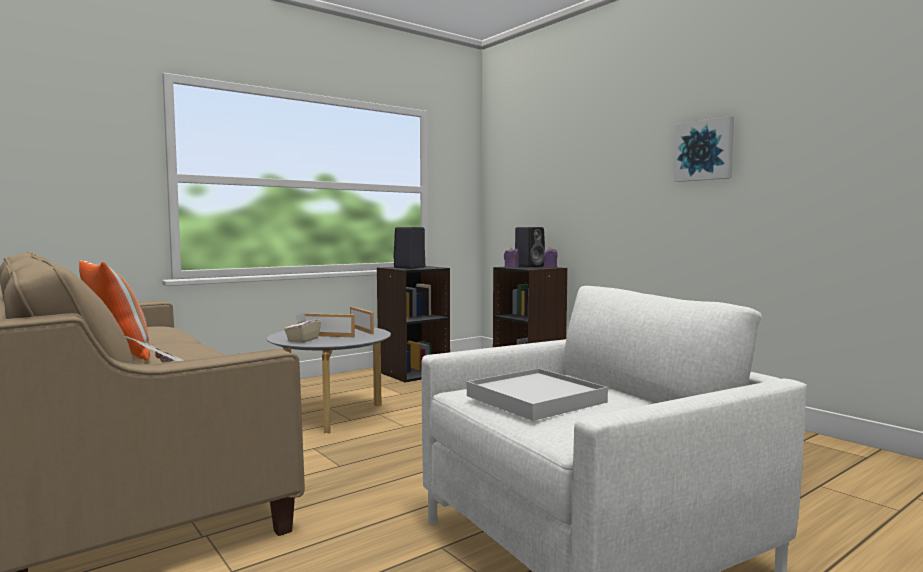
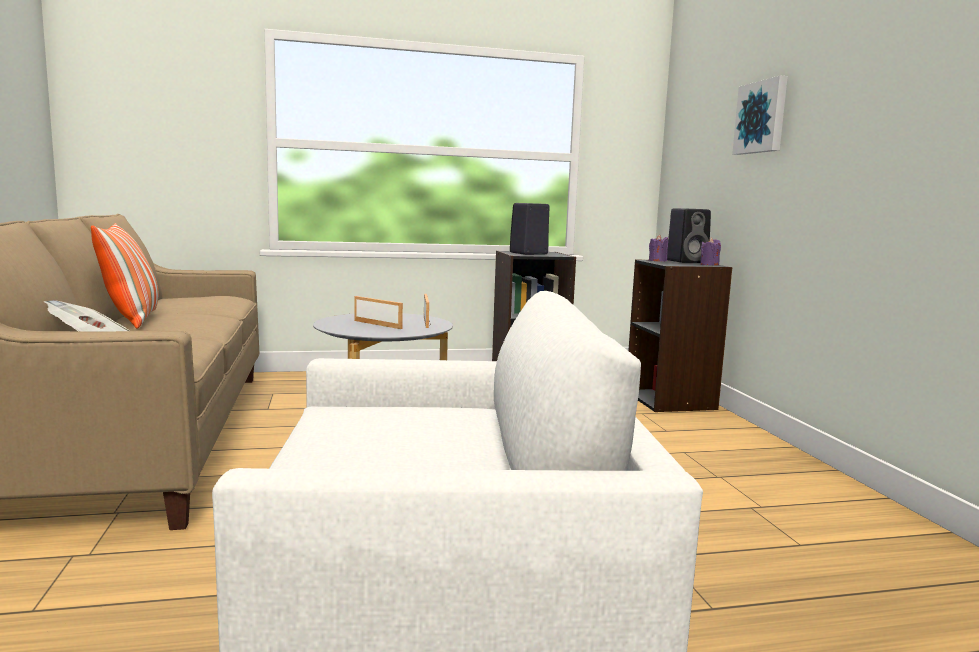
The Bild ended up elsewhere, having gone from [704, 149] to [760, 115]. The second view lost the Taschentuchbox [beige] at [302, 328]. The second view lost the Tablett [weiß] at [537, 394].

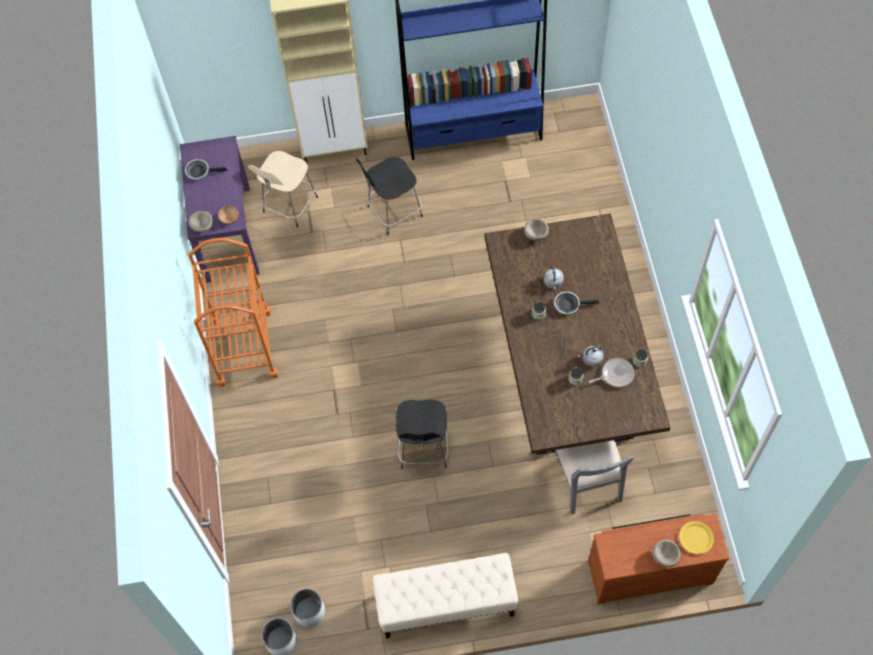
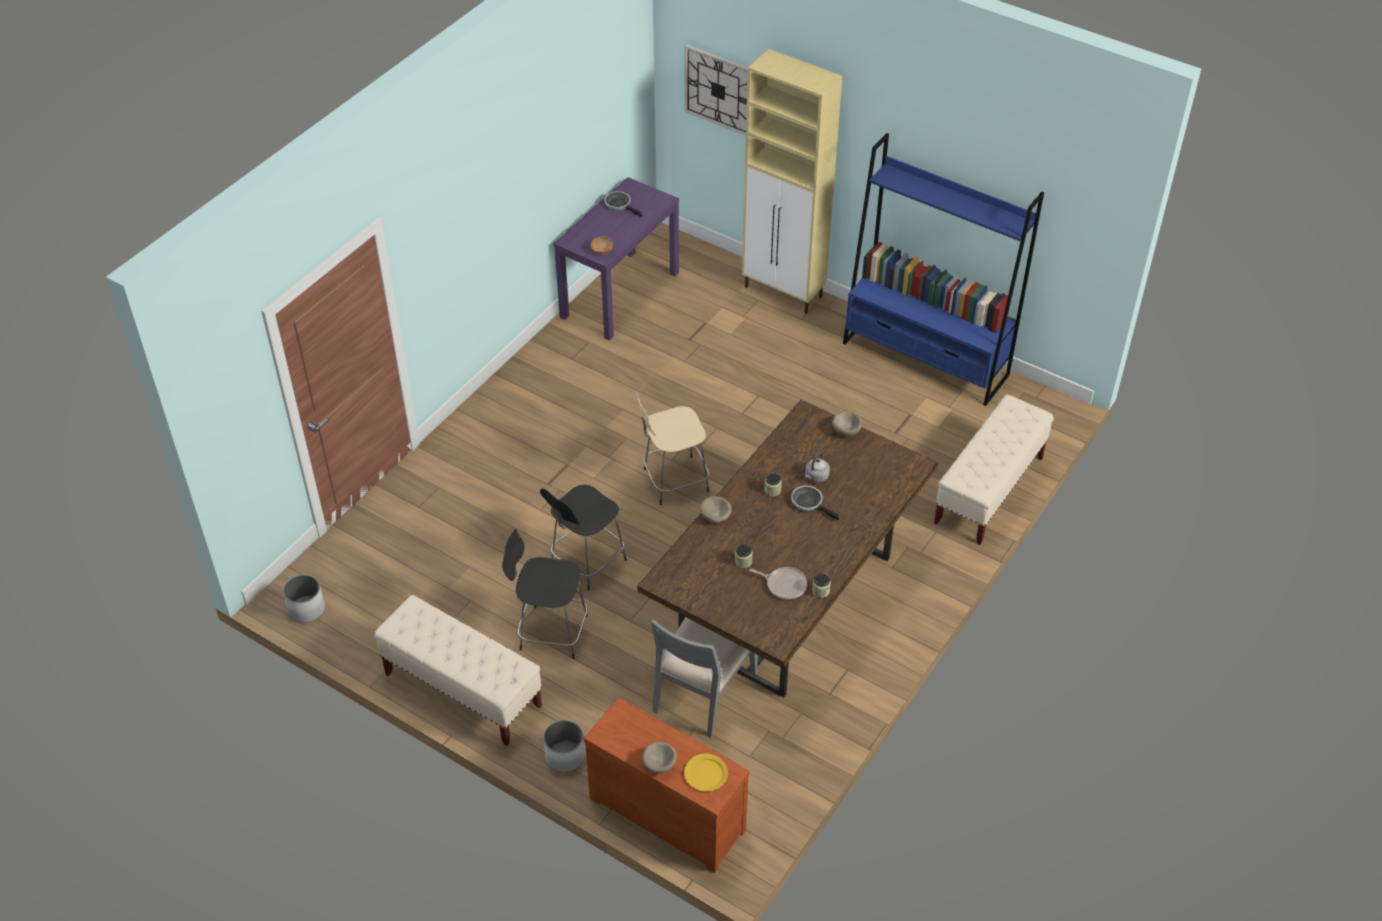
The Hocker [schwarz] ended up elsewhere, having gone from [389, 196] to [545, 594]. The Pflanzkübel [weiß] ended up elsewhere, having gone from [307, 608] to [564, 746]. The Hocker [beige] ended up elsewhere, having gone from [283, 189] to [672, 448]. The second view gained the Wanduhr at [716, 90]. The Schüssel [beige] ended up elsewhere, having gone from [200, 221] to [716, 509]. The second view gained the Bank [beige] at [994, 470]. The second view lost the Rollwagen [orange] at [233, 312]. The second view lost the Wasserkessel [grau] at [590, 356].

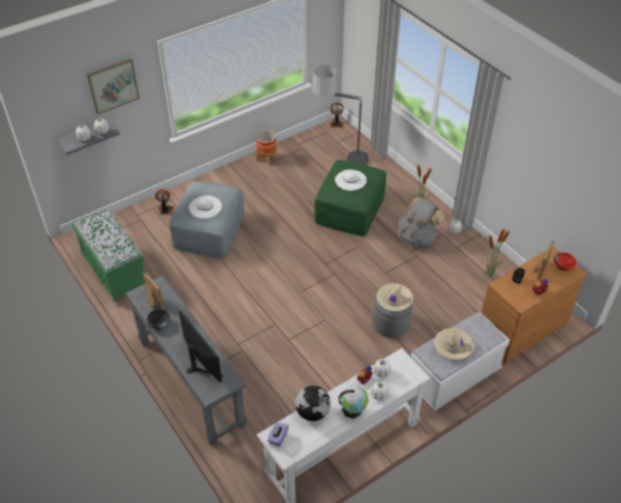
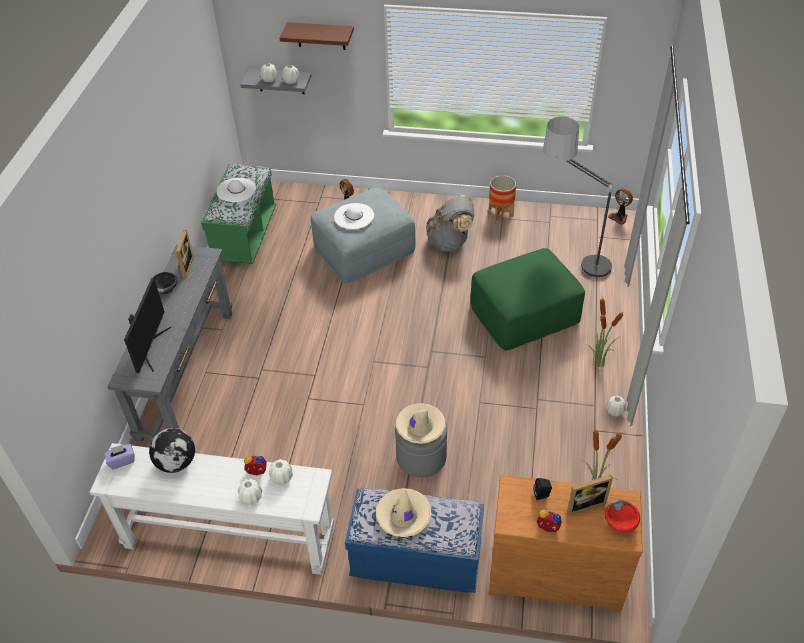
The Hut [weiß] ended up elsewhere, having gone from [351, 180] to [236, 190]. Where the Bild hung at [113, 86], the Wandregal [braun] came to hang at [316, 36]. What was the Bank [weiß] at [460, 361] turned into the Bank [blau] at [414, 540]. The Rucksack [grau] ended up elsewhere, having gone from [421, 222] to [450, 223]. The second view lost the Globus at [353, 402].

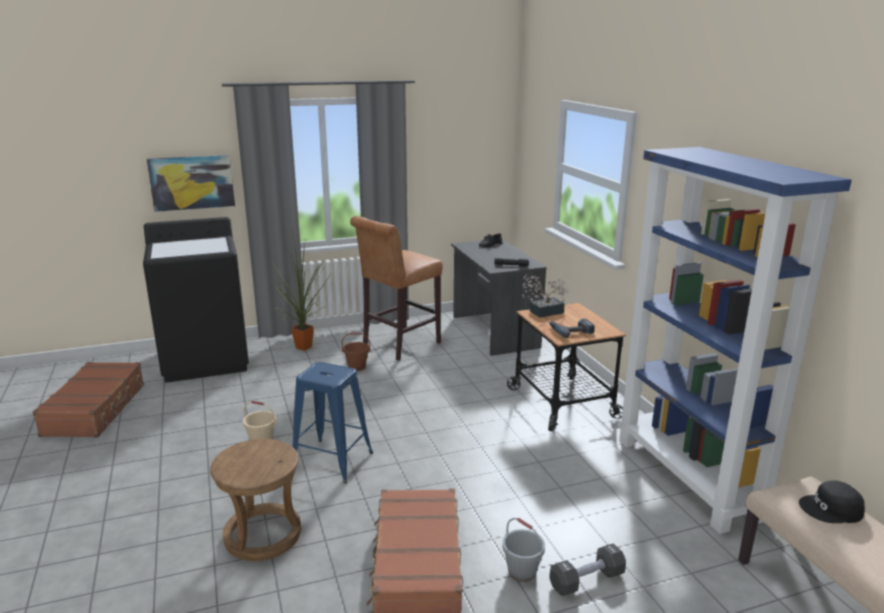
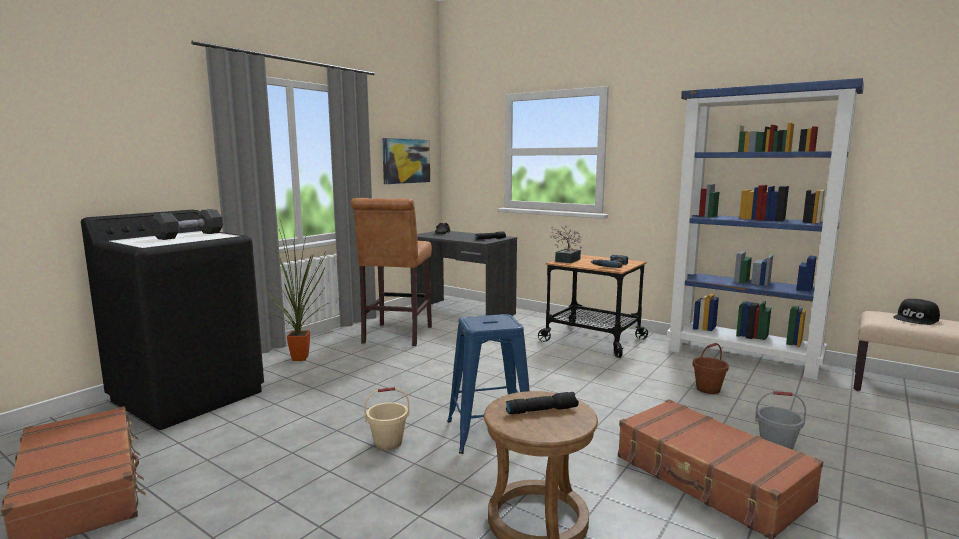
The Hantel [schwarz] ended up elsewhere, having gone from [587, 570] to [186, 224]. The Bild ended up elsewhere, having gone from [191, 183] to [406, 161]. The second view gained the Taschenlampe [schwarz] at [542, 403]. The Eimer [braun] ended up elsewhere, having gone from [356, 352] to [711, 368].

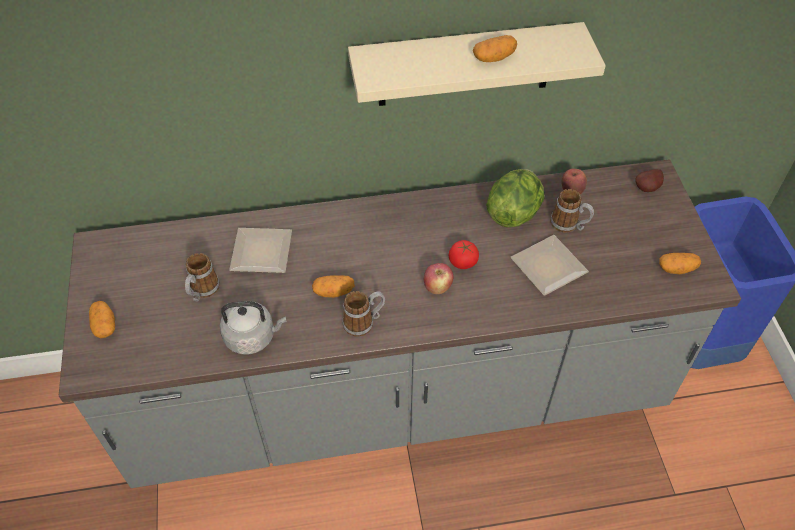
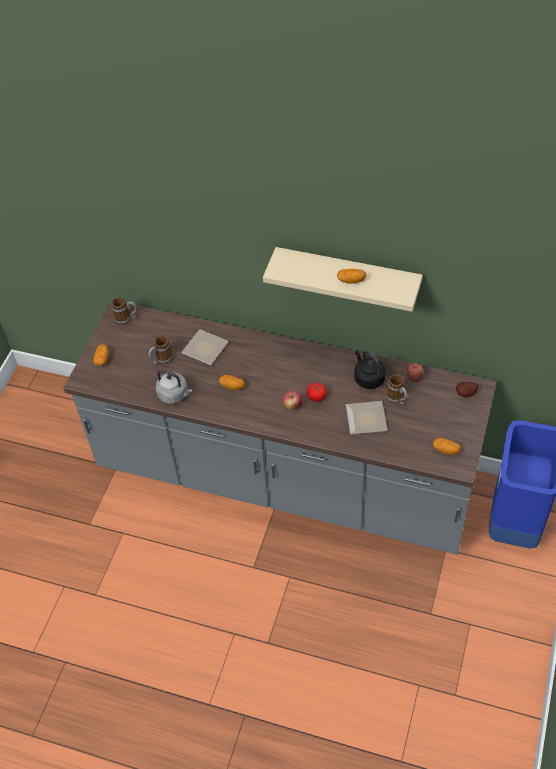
The Henkelbecher ended up elsewhere, having gone from [364, 314] to [124, 311]. Where the Salatkopf stood at [515, 198], the Wasserkessel [schwarz] came to stand at [370, 369].

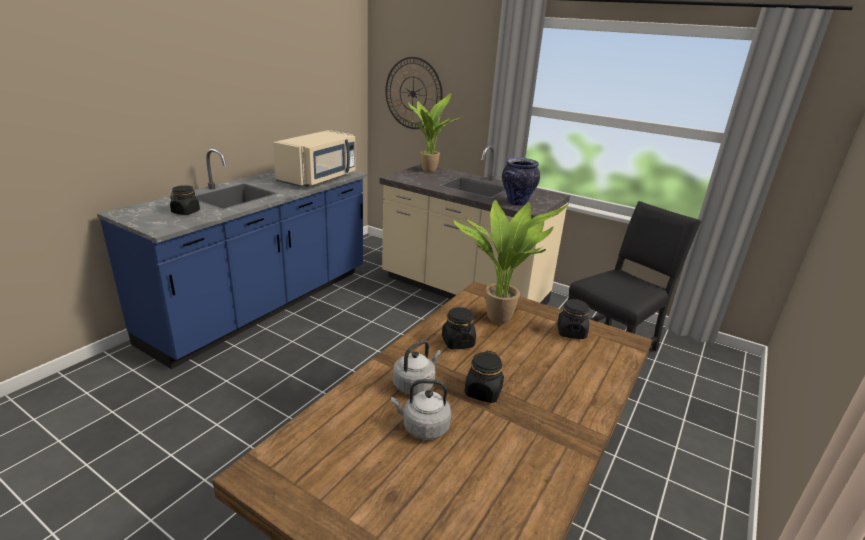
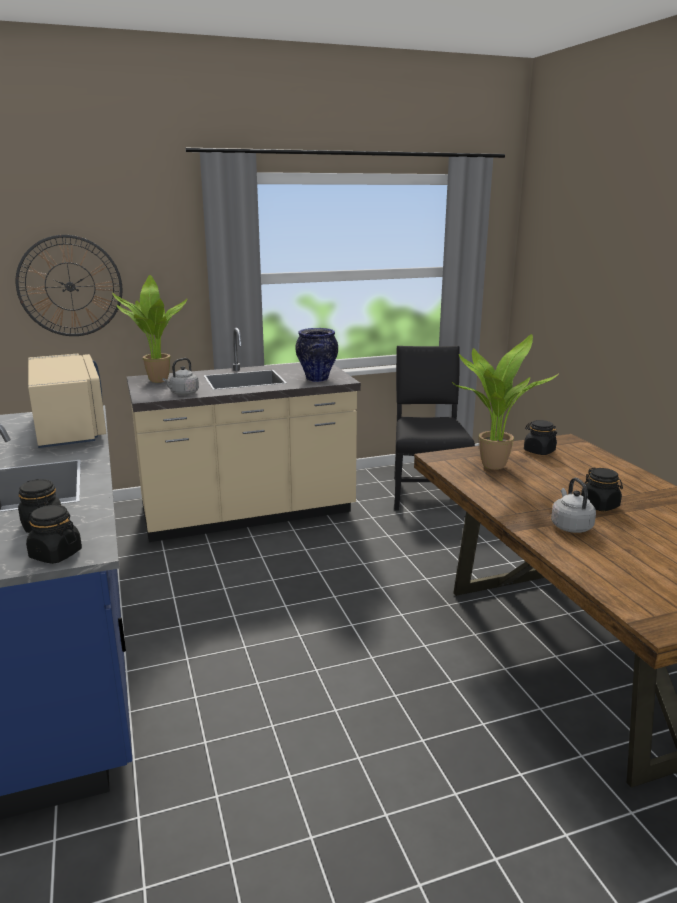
The Vorratsglas [schwarz] ended up elsewhere, having gone from [459, 328] to [54, 534]. The Wasserkessel [grau] ended up elsewhere, having gone from [421, 409] to [181, 376].

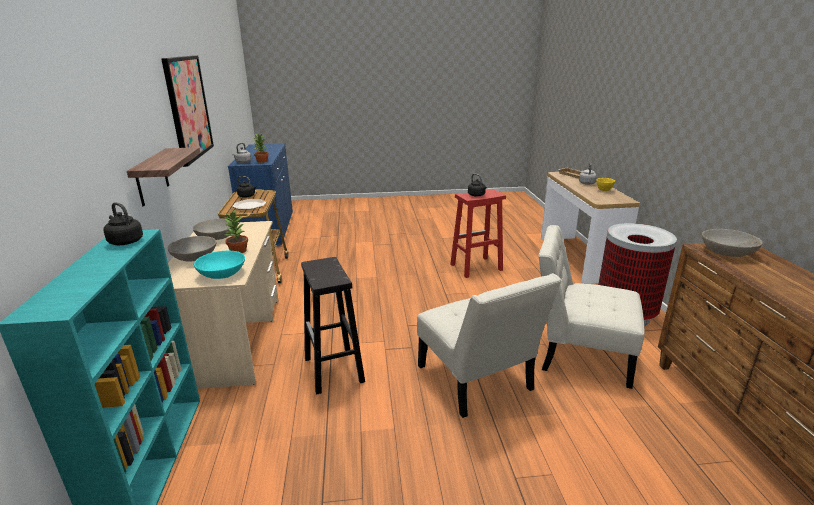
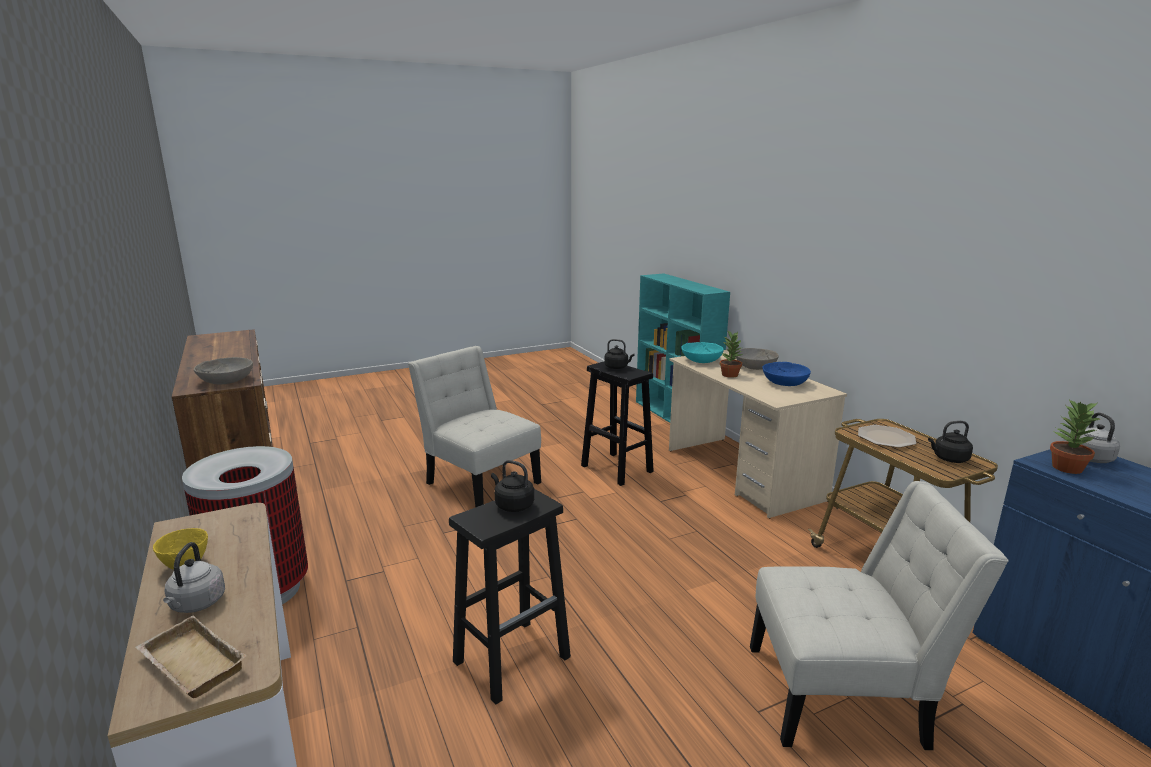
What was the Hocker [rot] at [478, 233] turned into the Hocker [schwarz] at [510, 597]. The Wasserkessel [schwarz] ended up elsewhere, having gone from [123, 223] to [619, 354]. The Stuhl [weiß] ended up elsewhere, having gone from [592, 307] to [879, 615]. What was the Schüssel [grau] at [212, 229] turned into the Schüssel [blau] at [786, 374]. The second view lost the Wandregal at [163, 176]. The second view lost the Bild at [187, 111].

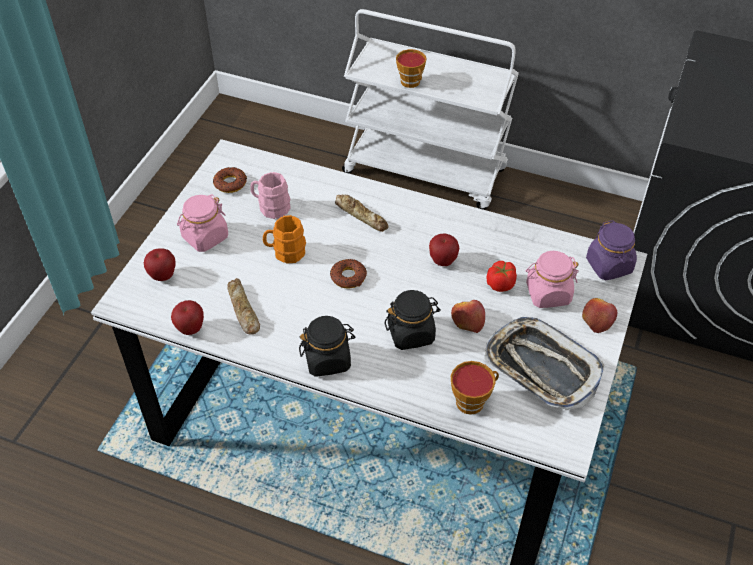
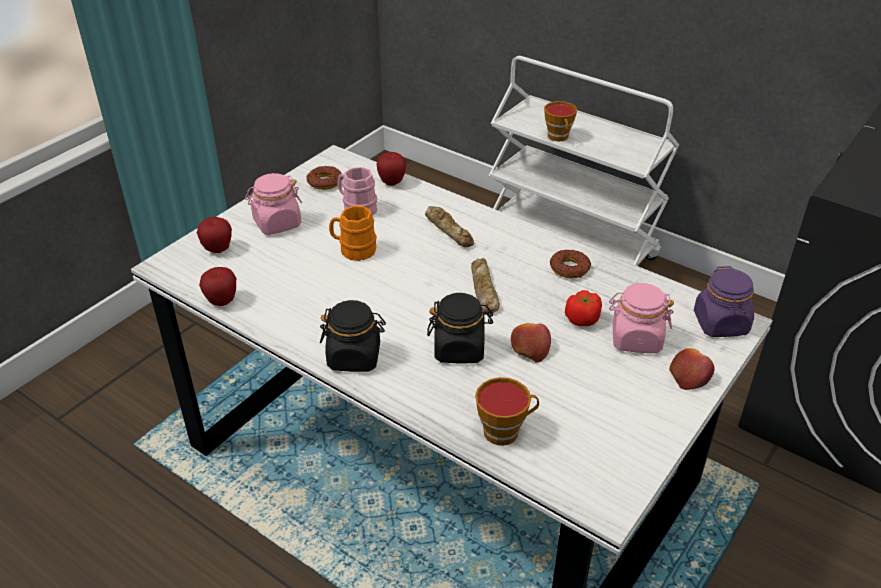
The Apfel ended up elsewhere, having gone from [444, 249] to [391, 169]. The Brot ended up elsewhere, having gone from [243, 306] to [485, 285]. The Donut ended up elsewhere, having gone from [348, 274] to [570, 264]. The second view lost the Tablett at [544, 363].

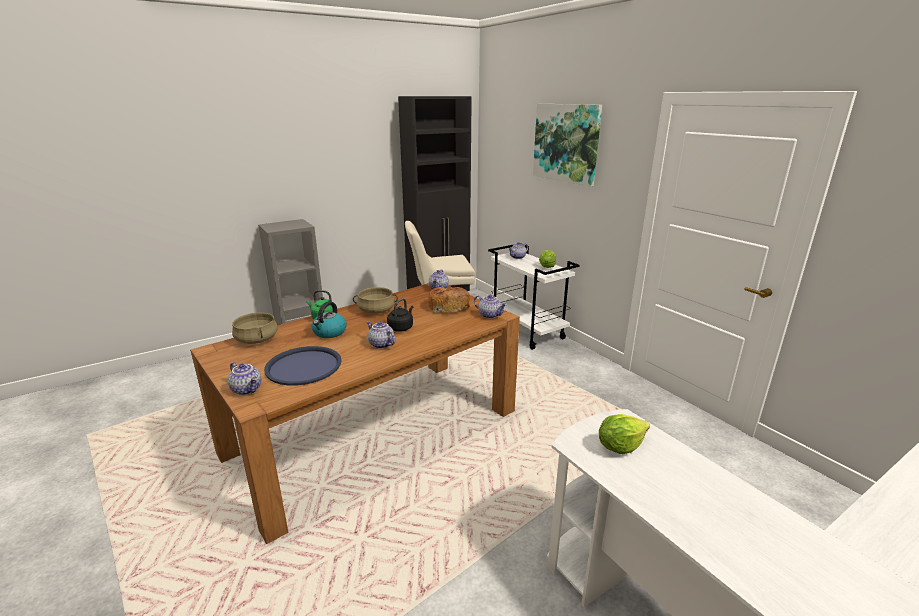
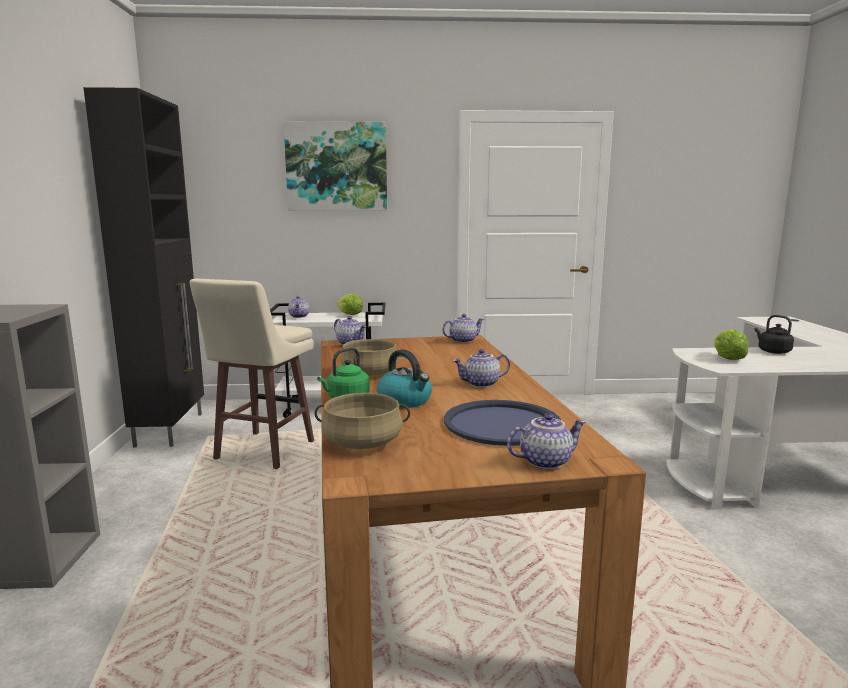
The Wasserkessel [schwarz] ended up elsewhere, having gone from [400, 315] to [774, 334]. The second view lost the Brot at [449, 300].

